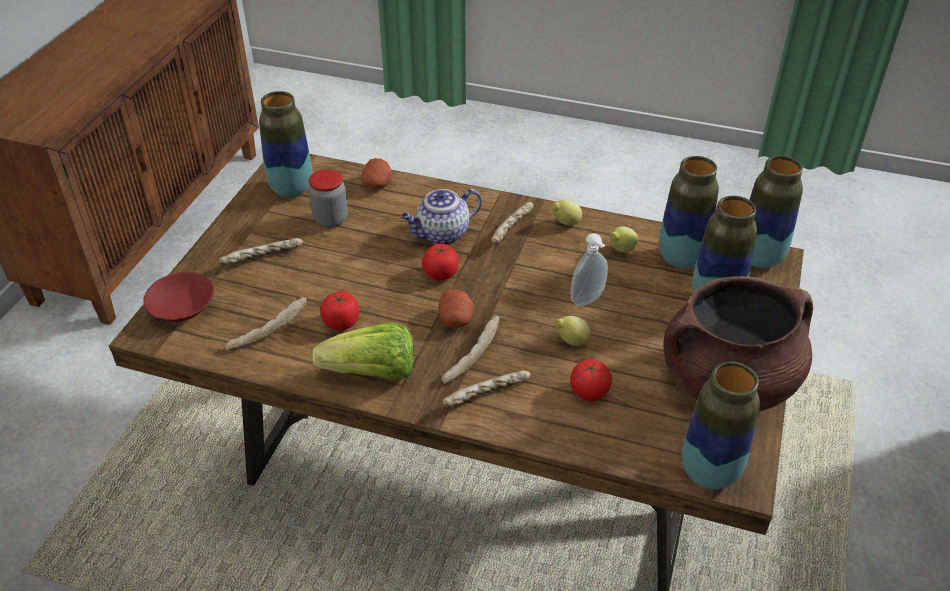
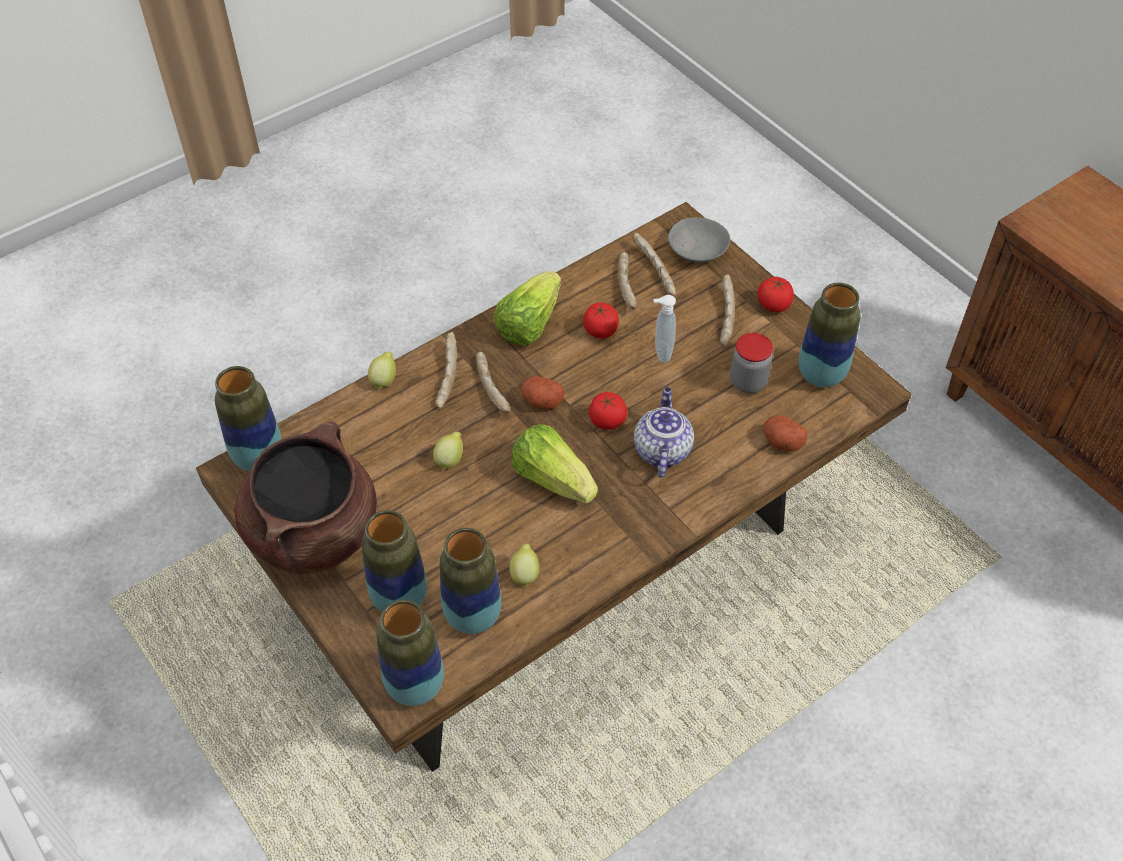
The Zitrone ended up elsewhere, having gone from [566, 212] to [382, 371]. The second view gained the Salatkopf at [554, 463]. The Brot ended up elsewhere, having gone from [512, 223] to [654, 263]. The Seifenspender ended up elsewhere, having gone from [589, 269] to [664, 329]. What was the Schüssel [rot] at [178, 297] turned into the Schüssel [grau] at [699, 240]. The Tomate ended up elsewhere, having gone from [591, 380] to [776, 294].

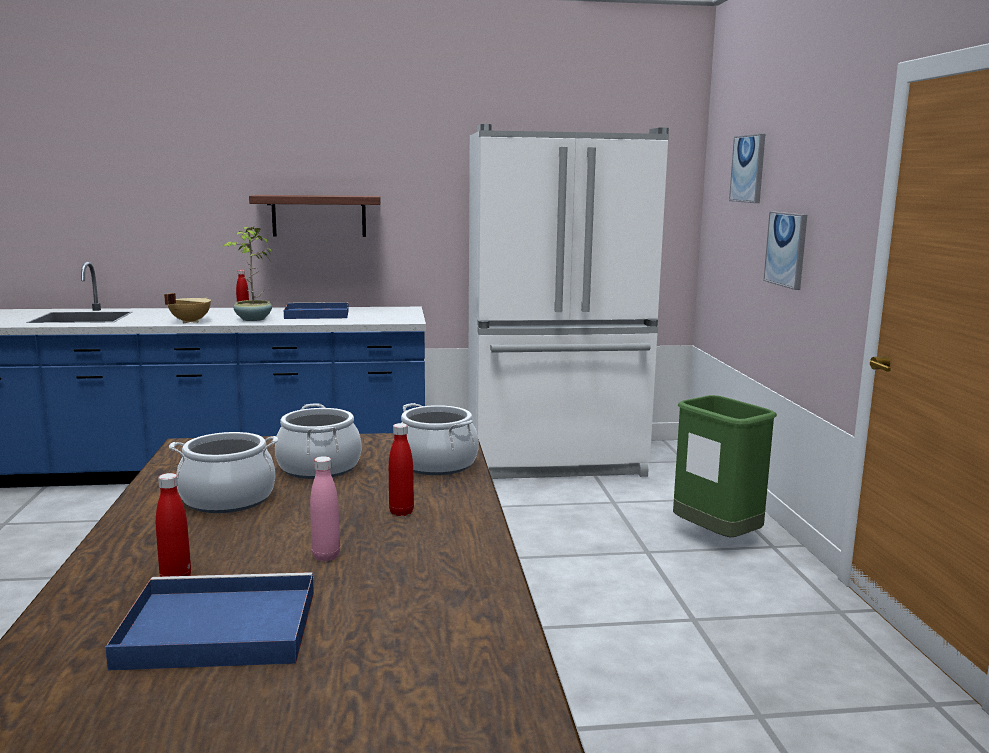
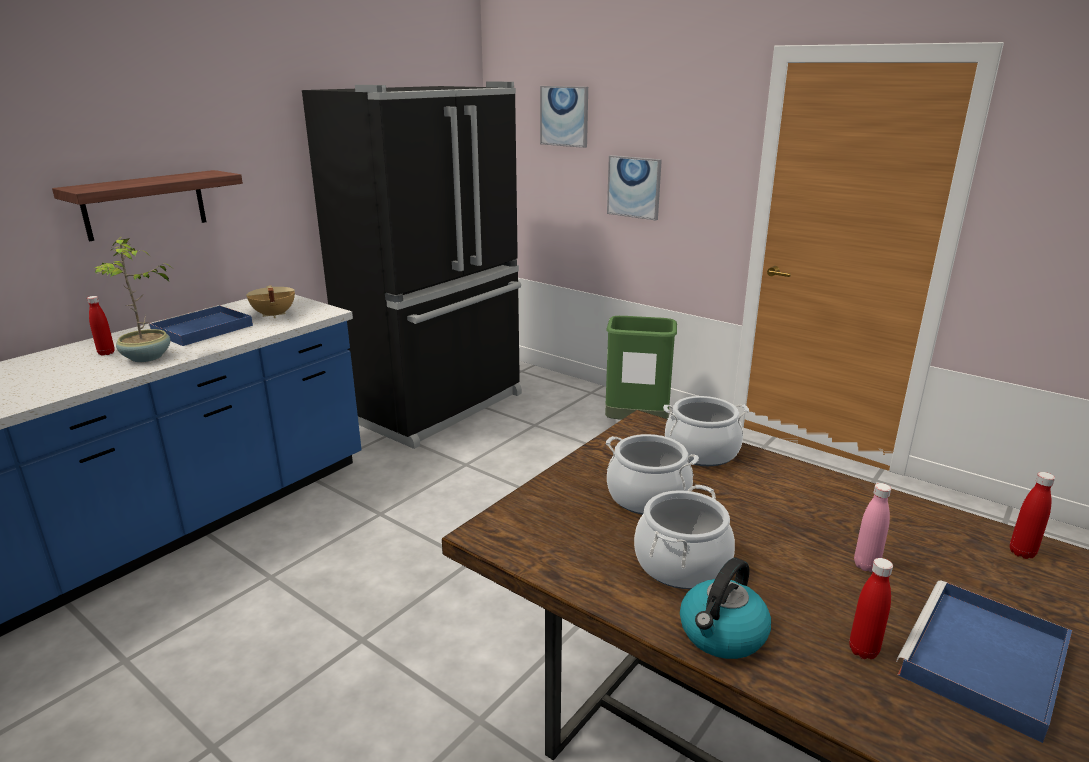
The Kochtopf [beige] ended up elsewhere, having gone from [187, 308] to [270, 302]. What was the Kühlschrank [weiß] at [568, 301] turned into the Kühlschrank [schwarz] at [412, 265]. The second view gained the Wasserkessel at [725, 608]. The Flasche [rot] ended up elsewhere, having gone from [401, 469] to [1032, 515].

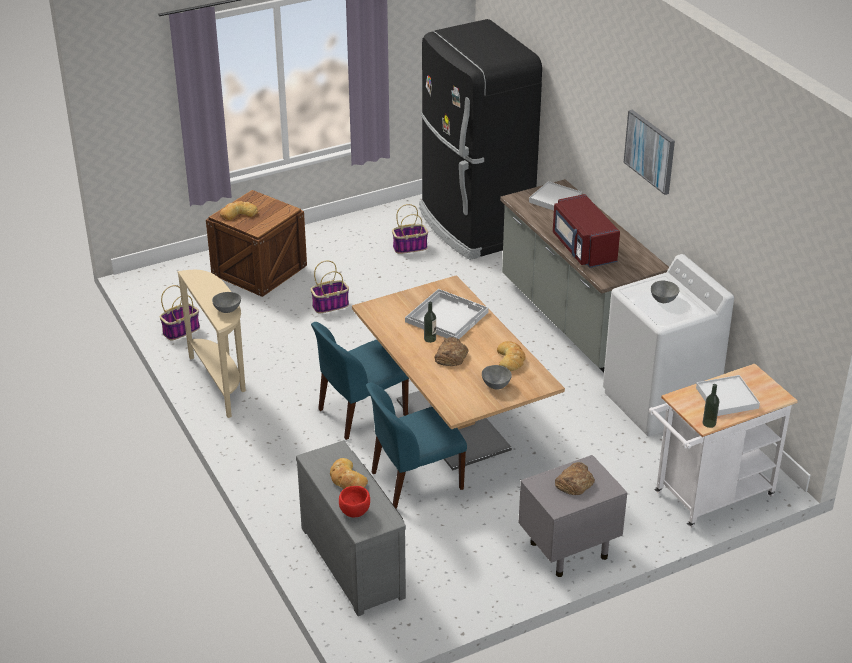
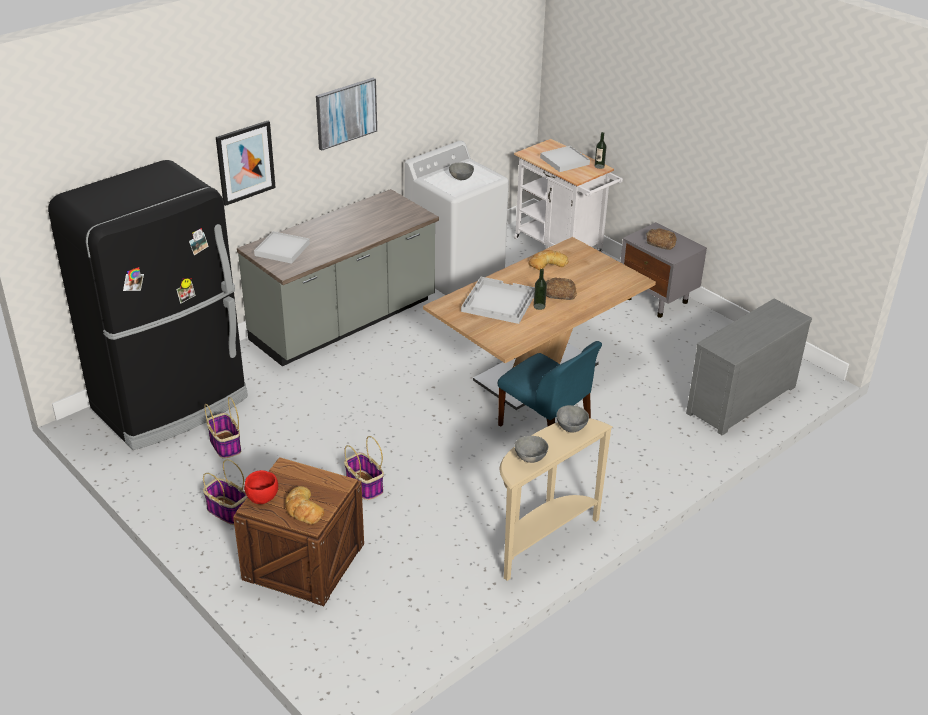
The Korb ended up elsewhere, having gone from [180, 312] to [225, 492]. The second view gained the Bild at [246, 163]. The Schüssel [rot] ended up elsewhere, having gone from [354, 501] to [261, 487]. The Schüssel [grau] ended up elsewhere, having gone from [497, 377] to [531, 449]. The second view lost the Brot at [349, 473]. The second view lost the Stuhl [blau] at [416, 446]. The second view lost the Mikrowelle [rot] at [586, 231].

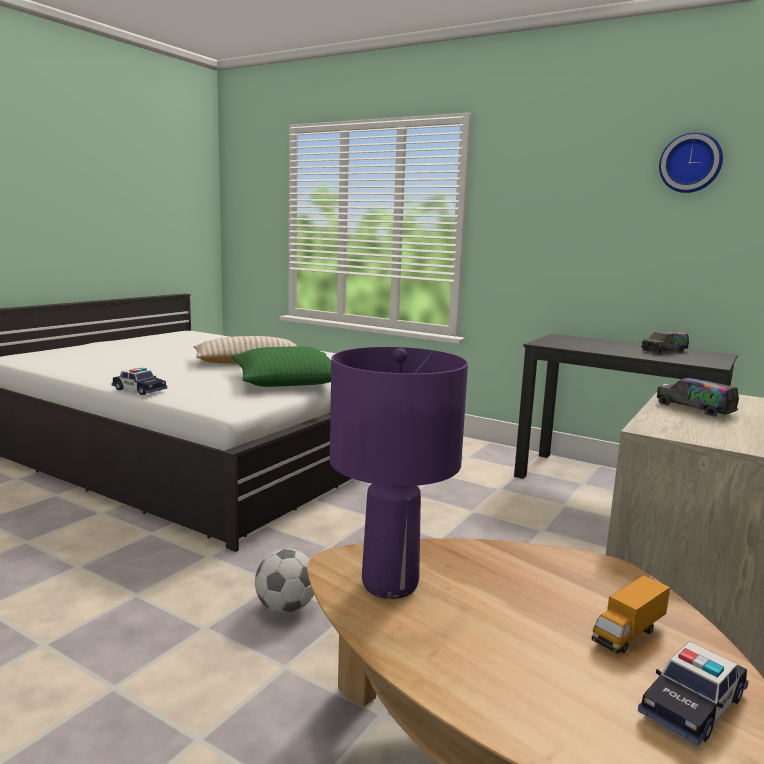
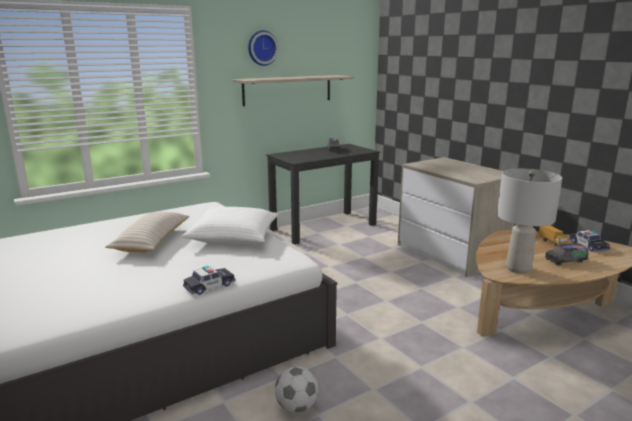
What was the Kissen [grün] at [281, 366] turned into the Kissen [weiß] at [230, 226]. The second view gained the Wandregal at [293, 90]. The Wanduhr ended up elsewhere, having gone from [691, 162] to [263, 48]. The Fußball ended up elsewhere, having gone from [284, 581] to [297, 389]. What was the Tischlampe [lila] at [399, 473] turned into the Tischlampe [grau] at [529, 221]. The Spielzeuglaster ended up elsewhere, having gone from [698, 397] to [566, 254].

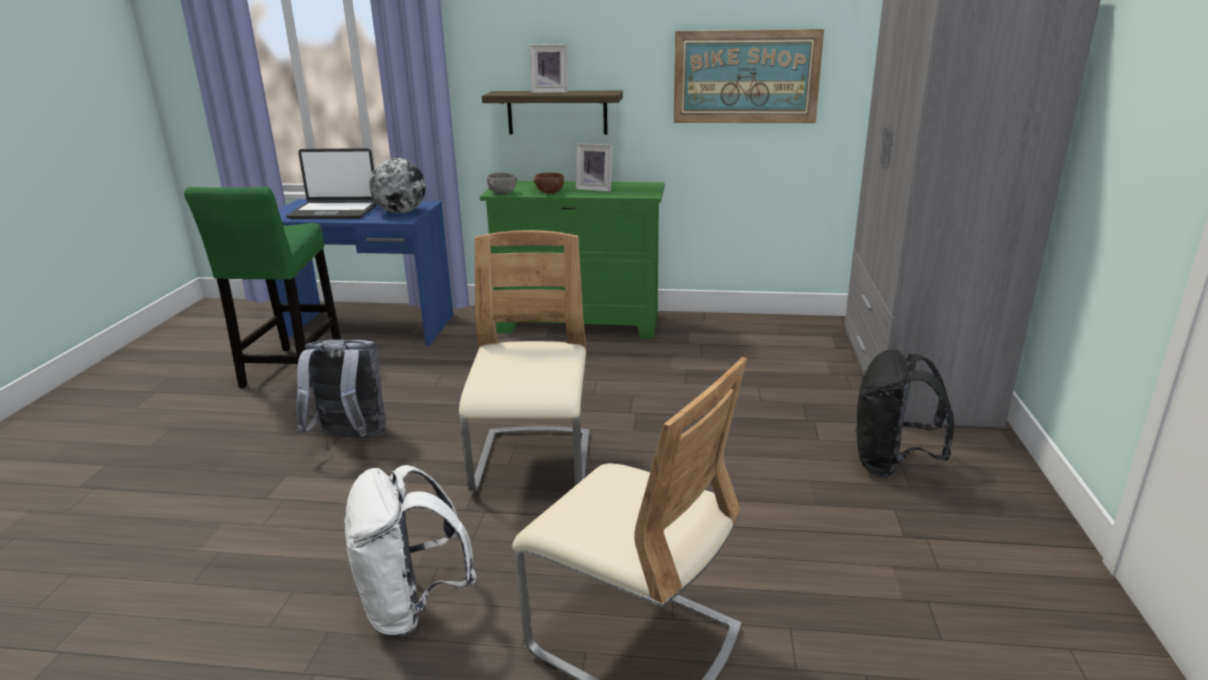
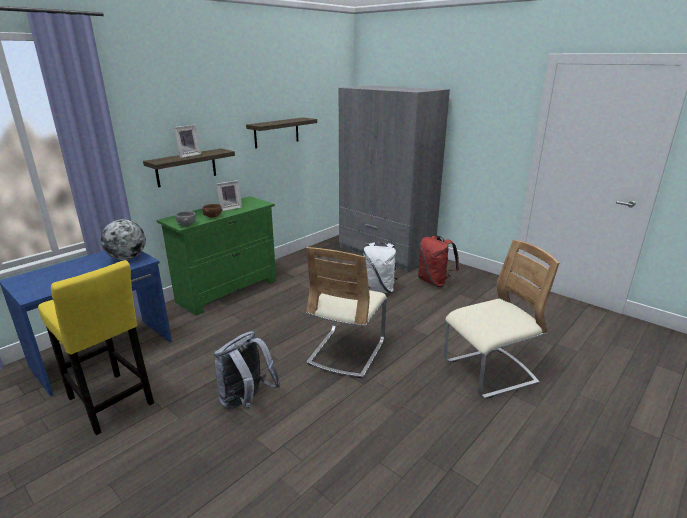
What was the Hocker [grün] at [262, 287] turned into the Hocker [gelb] at [96, 347]. Where the Bild hung at [749, 76], the Wandregal came to hang at [281, 133]. The Stuhl [beige] at [524, 360] ended up facing another way, 105 degrees counterclockwise from before. The Rucksack [weiß] ended up elsewhere, having gone from [410, 551] to [380, 267]. What was the Rucksack [schwarz] at [904, 413] turned into the Rucksack [rot] at [438, 261]. The second view lost the Laptop at [331, 183].

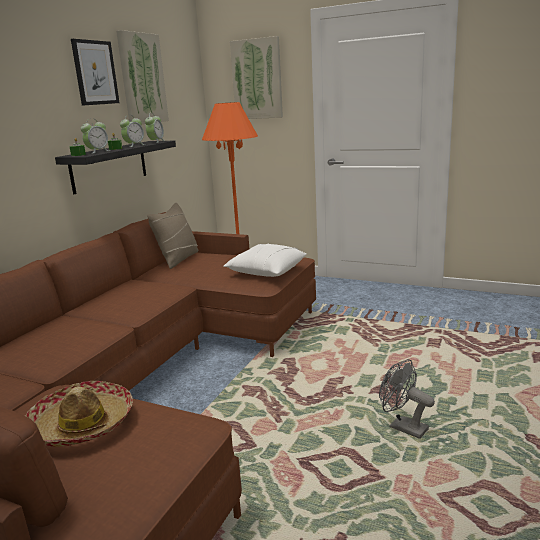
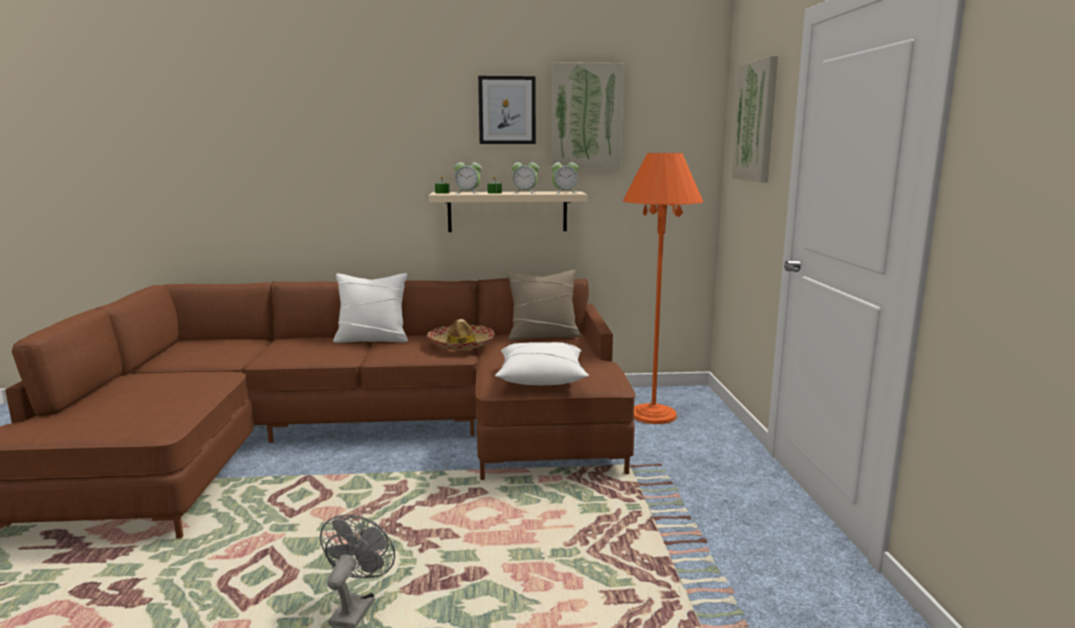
The second view gained the Kissen [weiß] at [370, 308]. The Hut ended up elsewhere, having gone from [79, 414] to [461, 334]. What was the Wandregal [schwarz] at [115, 167] turned into the Wandregal [beige] at [508, 211].

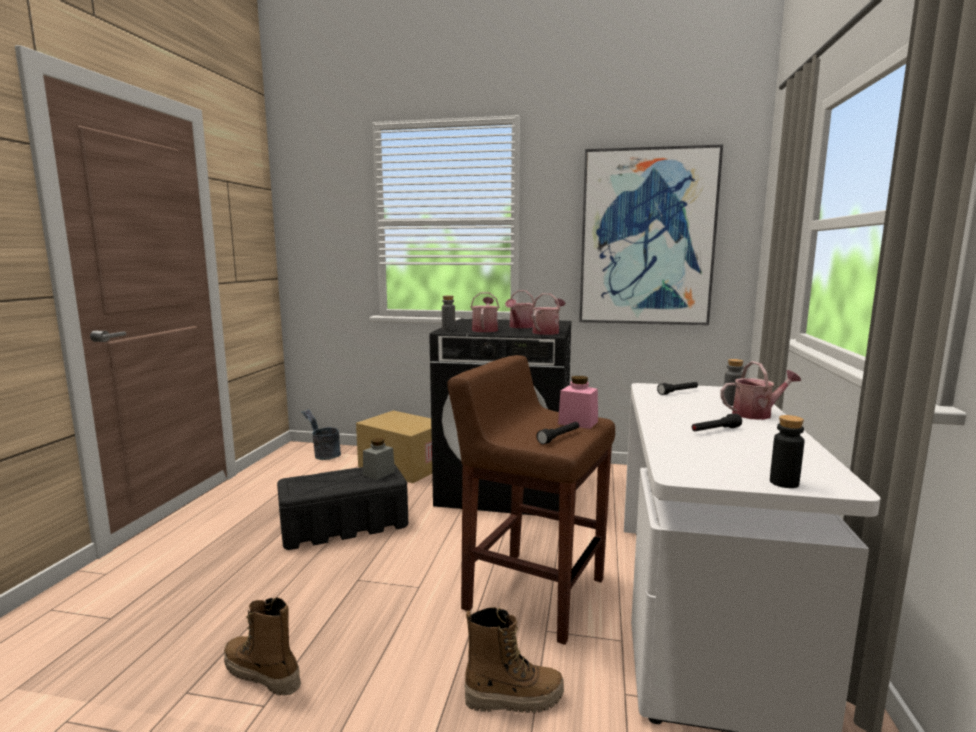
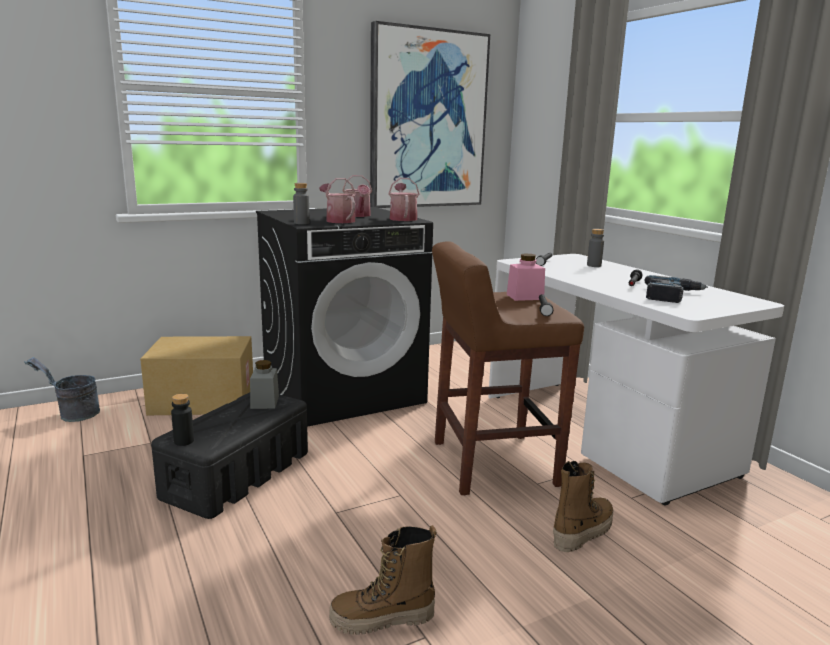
The Flasche [schwarz] ended up elsewhere, having gone from [787, 451] to [182, 420]. The second view gained the Bohrmaschine at [676, 289]. The second view lost the Gießkanne at [760, 390].

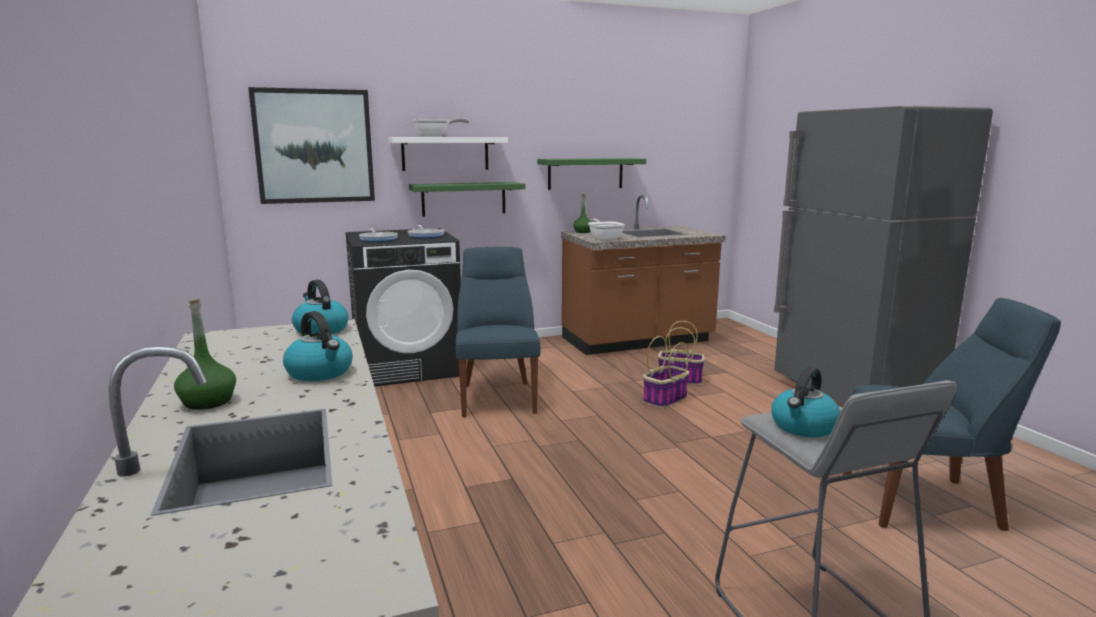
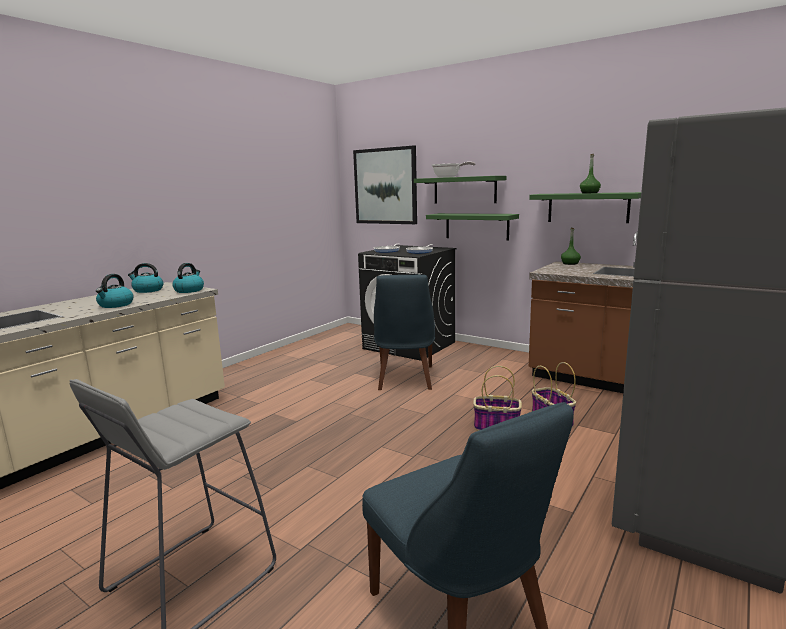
The Wasserkessel ended up elsewhere, having gone from [805, 401] to [145, 278]. The Stuhl [blau] at [498, 332] ended up facing another way, 135 degrees clockwise from before. What was the Wandregal [weiß] at [448, 154] turned into the Wandregal [grün] at [460, 189]. The Flasche [grün] ended up elsewhere, having gone from [205, 354] to [590, 173]. The second view lost the Pfanne at [606, 230].

